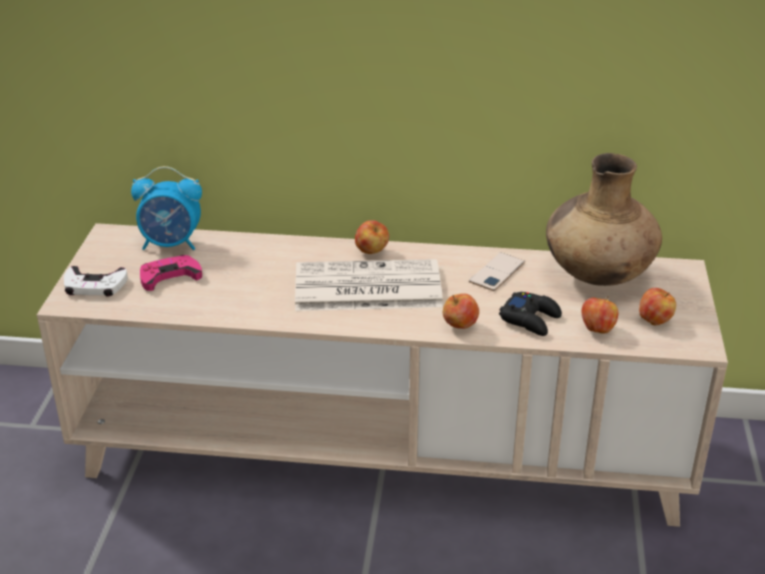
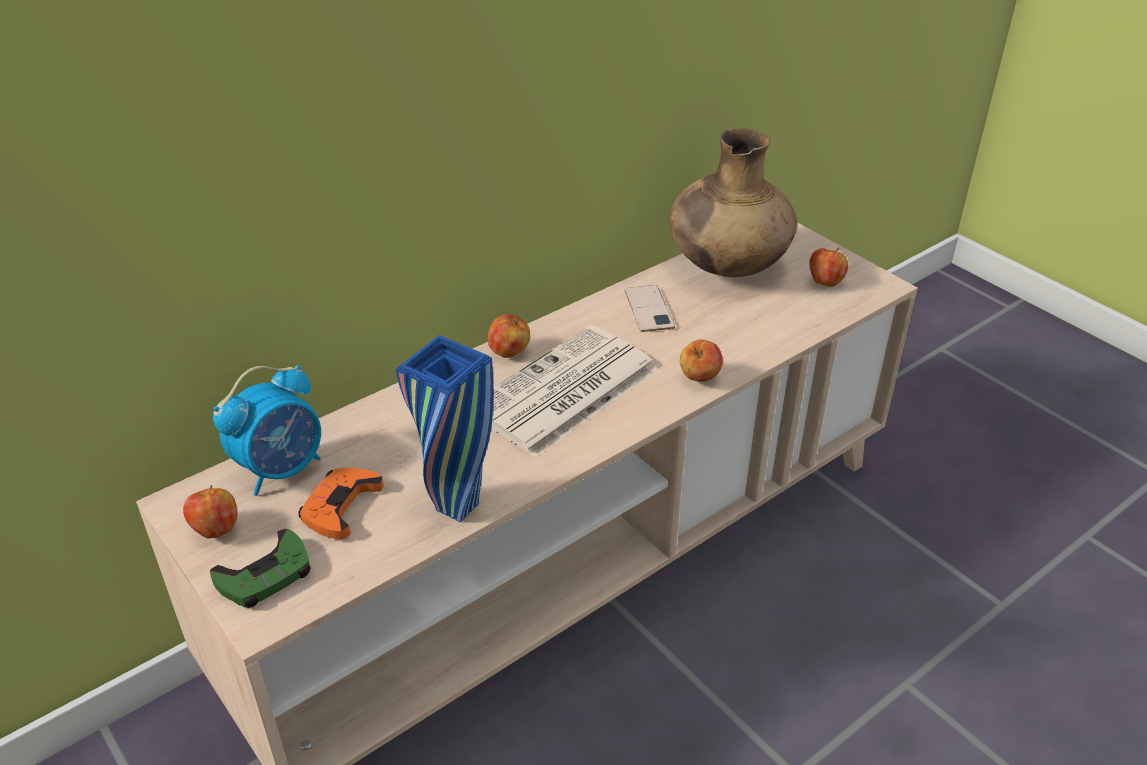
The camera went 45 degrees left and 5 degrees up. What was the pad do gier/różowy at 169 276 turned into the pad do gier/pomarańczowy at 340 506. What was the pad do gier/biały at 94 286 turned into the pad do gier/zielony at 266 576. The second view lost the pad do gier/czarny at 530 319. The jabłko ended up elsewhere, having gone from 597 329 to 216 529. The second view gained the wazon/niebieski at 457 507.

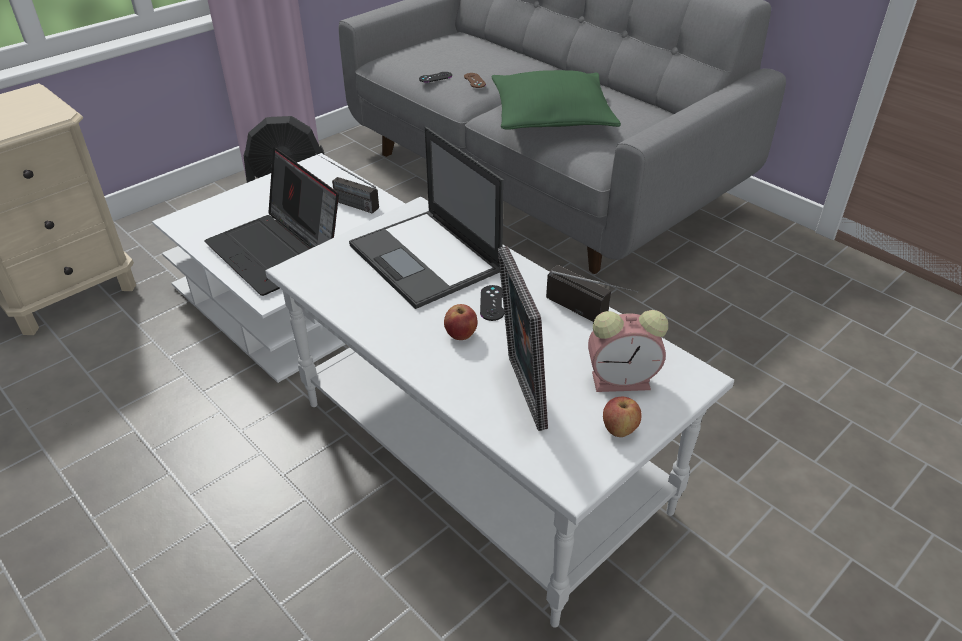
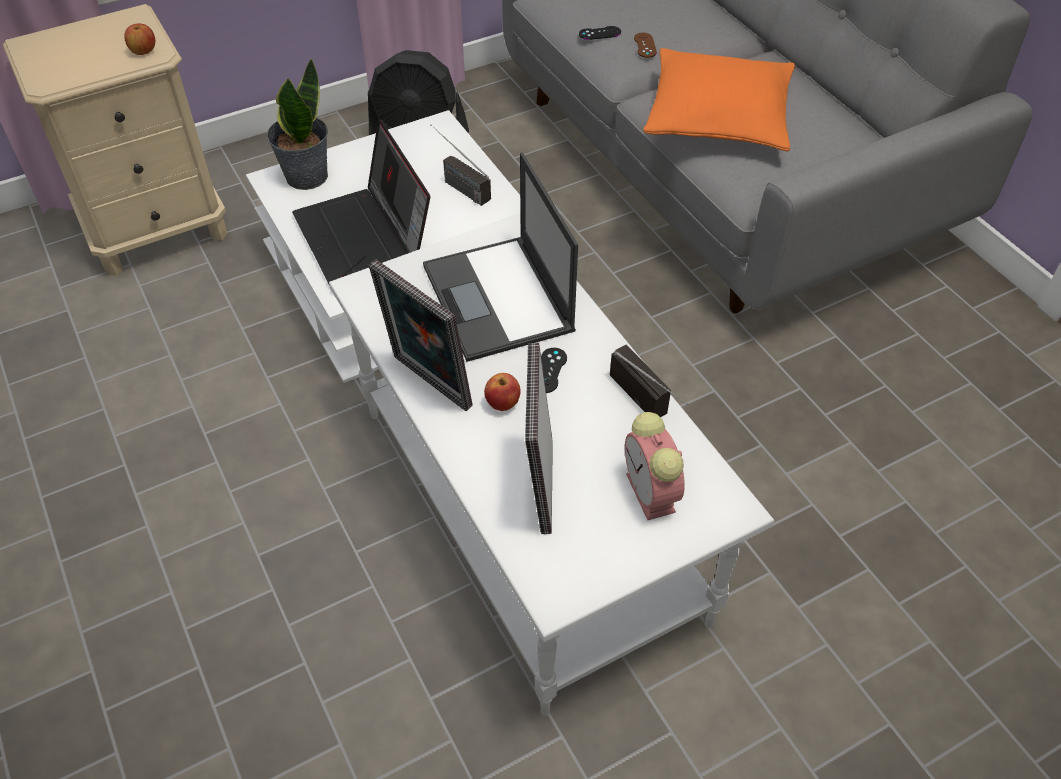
The camera went 15 degrees right and 10 degrees up. What was the poduszka/zielony at 551 116 turned into the poduszka/pomarańczowy at 718 116. The budzik at 623 380 ended up facing another way, 60 degrees clockwise from before. The jabłko ended up elsewhere, having gone from 619 429 to 144 51. The second view gained the roślina doniczkowa at 306 176. The second view gained the ramka na zdjęcie at 427 385.

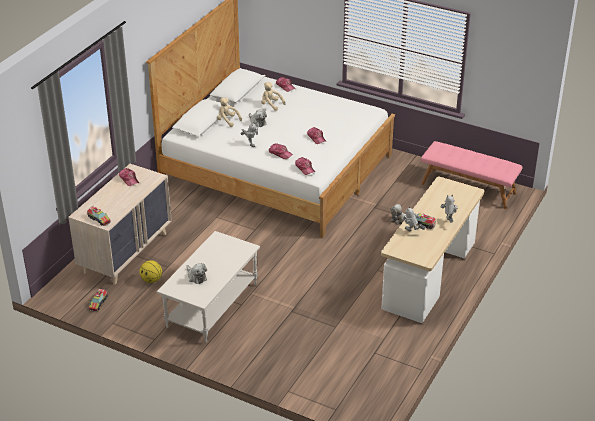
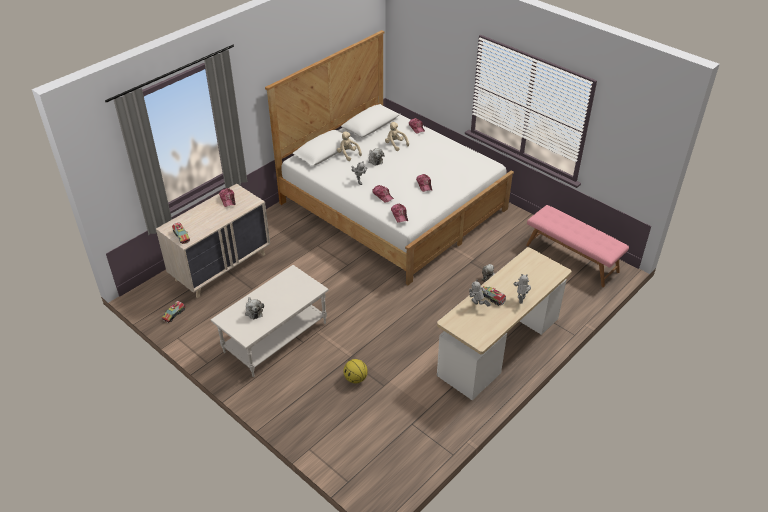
The camera went 15 degrees right and 5 degrees up. The piłka do koszykówki ended up elsewhere, having gone from 151 280 to 355 379.

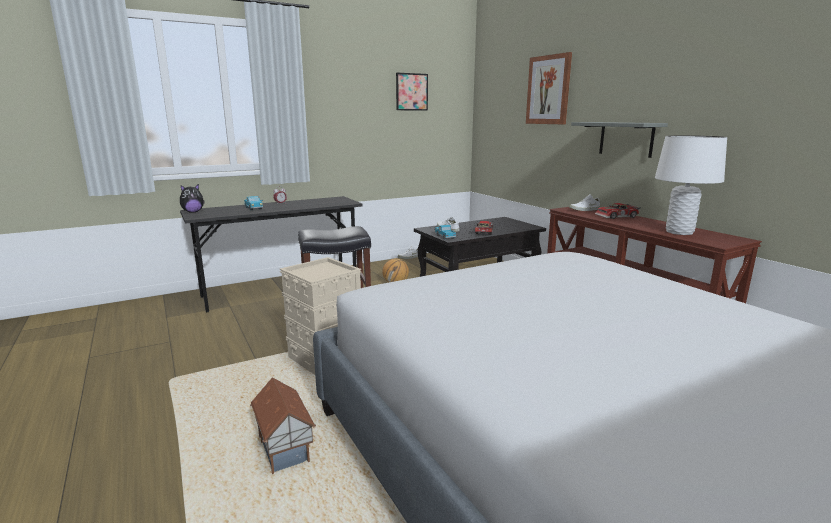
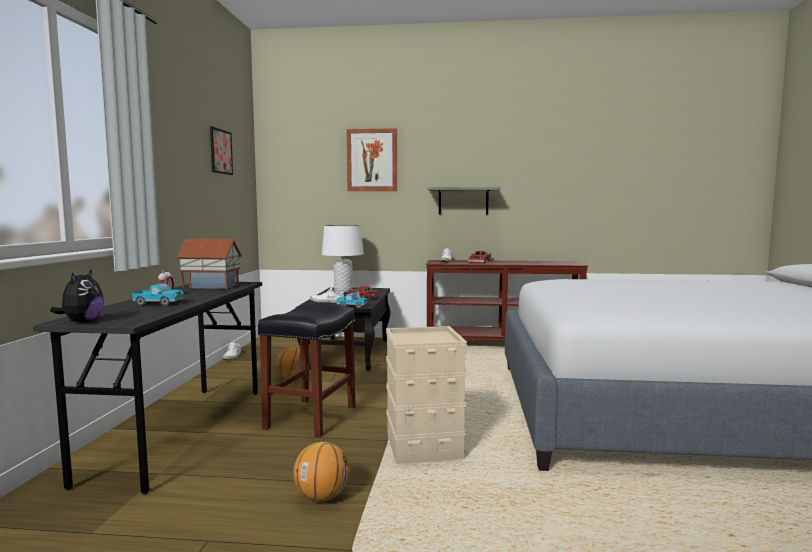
The camera went 55 degrees left and 10 degrees down. The lampa stołowa/biały ended up elsewhere, having gone from 679 232 to 343 291. The domek ended up elsewhere, having gone from 286 448 to 211 286. The second view gained the piłka do koszykówki at 322 497.

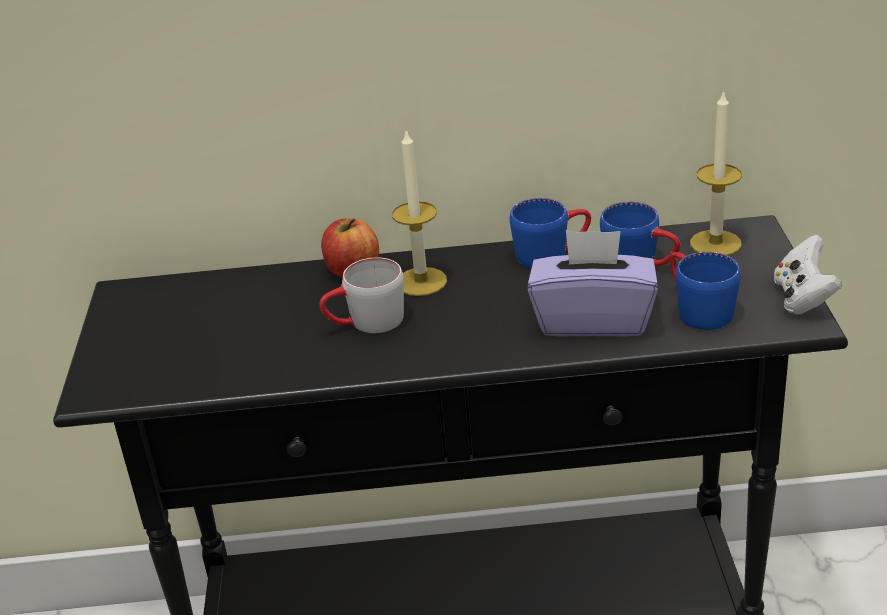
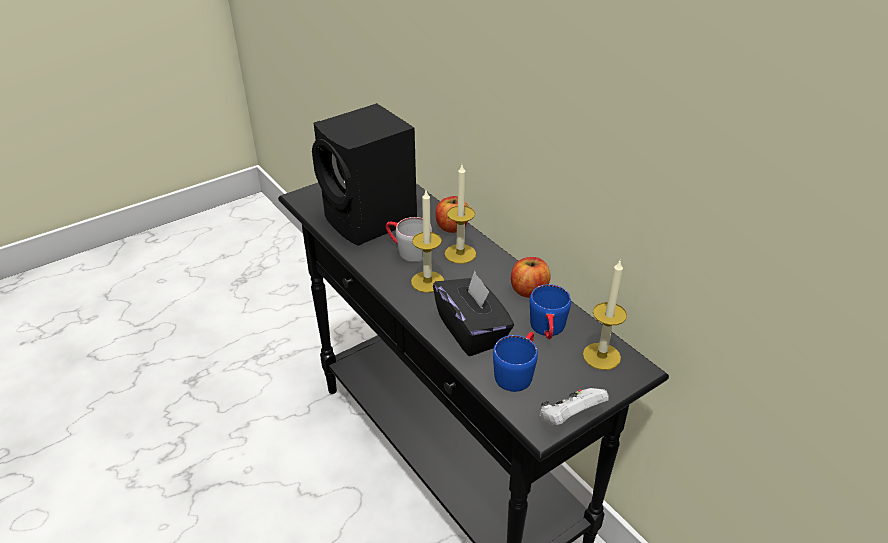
The camera went 55 degrees right and 5 degrees up. Where the kubek/niebieski stood at 552 253, the jabłko came to stand at 528 290. What was the pudełko chusteczek/fioletowy at 593 319 turned into the pudełko chusteczek/czarny at 472 331. The second view gained the głośnik/czarny at 371 221. The second view gained the świeca at 427 282.

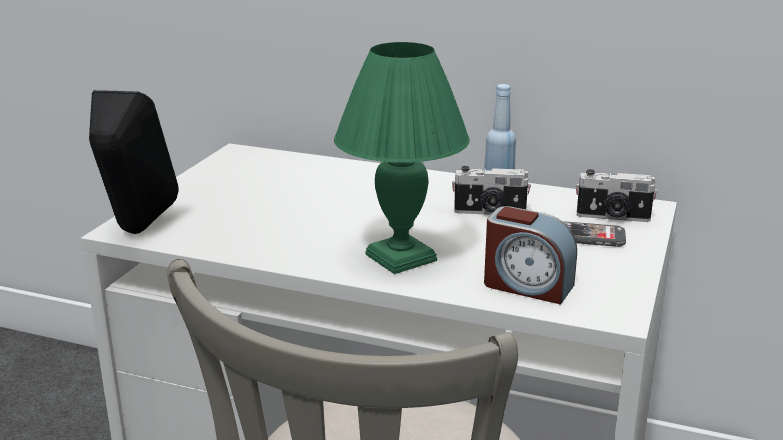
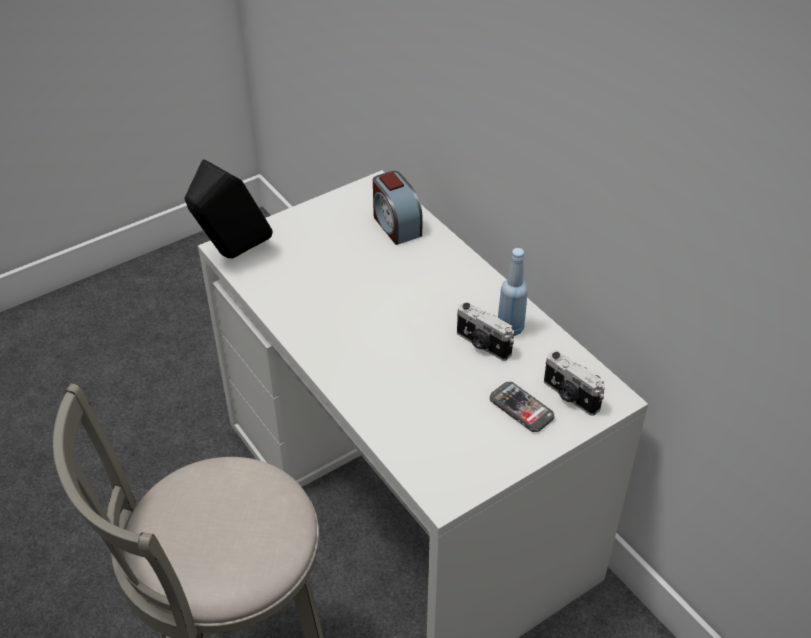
The camera went 35 degrees right and 20 degrees up. The second view lost the lampa stołowa/zielony at 399 257. The budzik ended up elsewhere, having gone from 527 285 to 396 225.

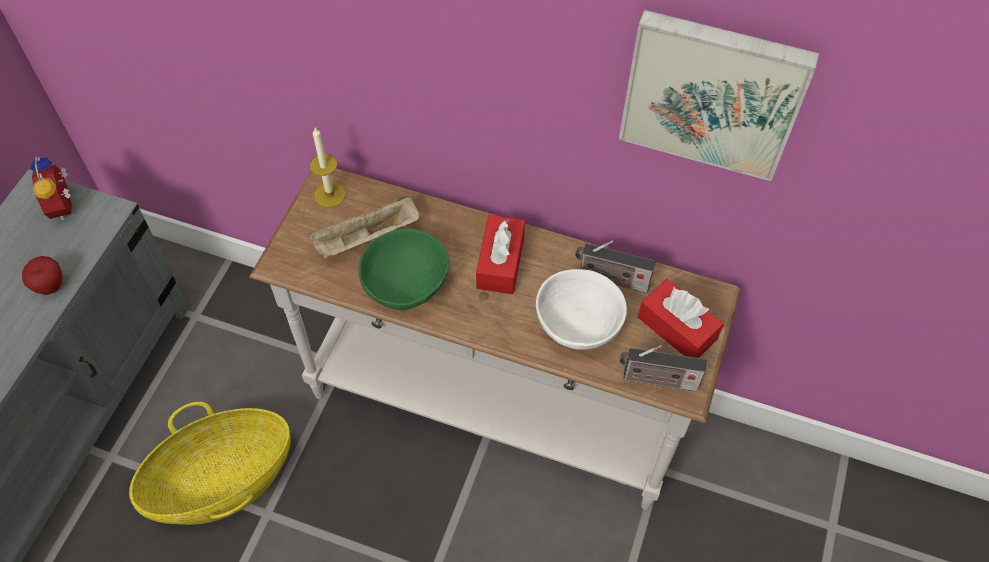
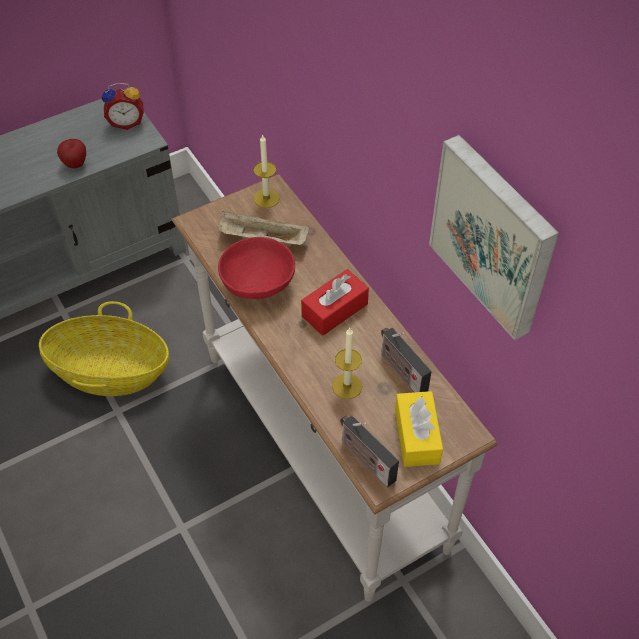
The camera went 40 degrees right and 5 degrees down. The budzik at 65 206 ended up facing another way, 120 degrees counterclockwise from before. What was the miska/zielony at 407 285 turned into the miska/czerwony at 259 284. Where the miska/biały stood at 579 326, the świeca came to stand at 347 386. What was the pudełko chusteczek/czerwony at 677 328 turned into the pudełko chusteczek/żółty at 417 436.

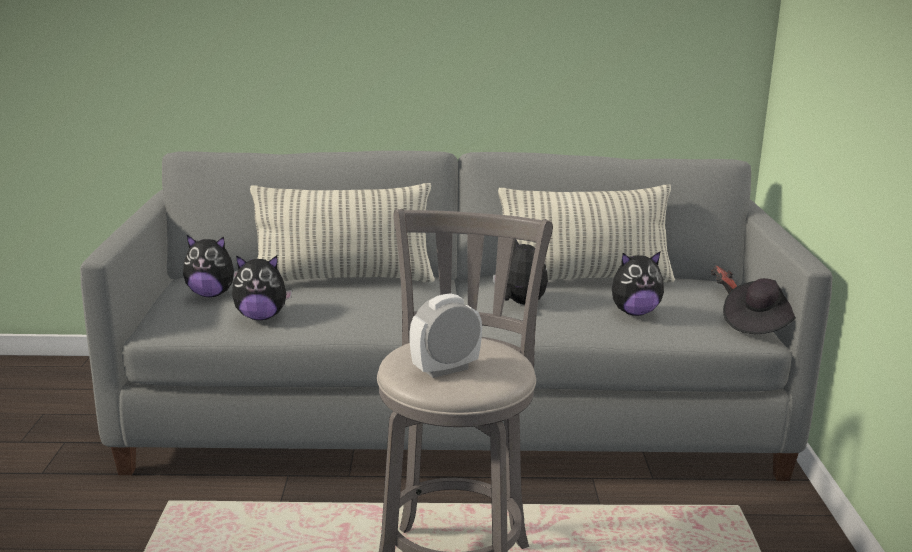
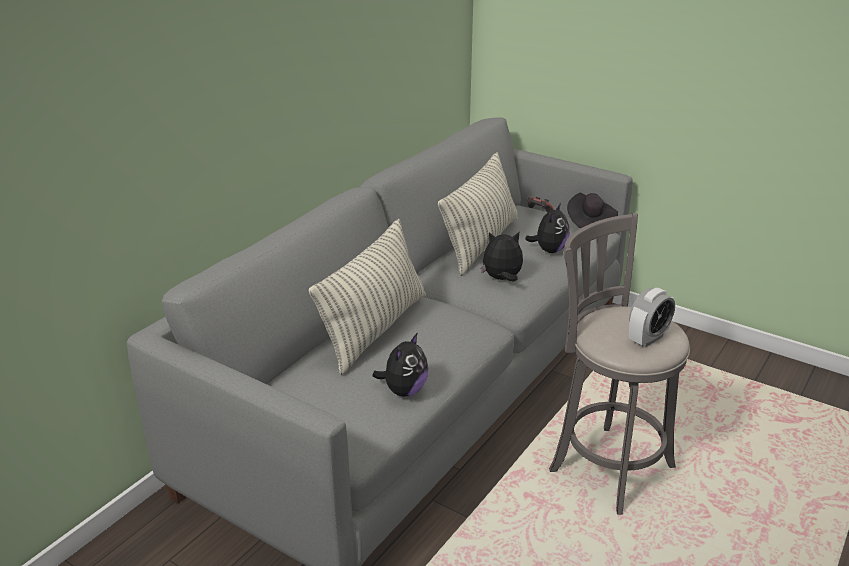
The camera went 55 degrees left and 10 degrees up. The second view lost the pluszak at 211 294. The budzik at 445 369 ended up facing another way, 135 degrees counterclockwise from before.

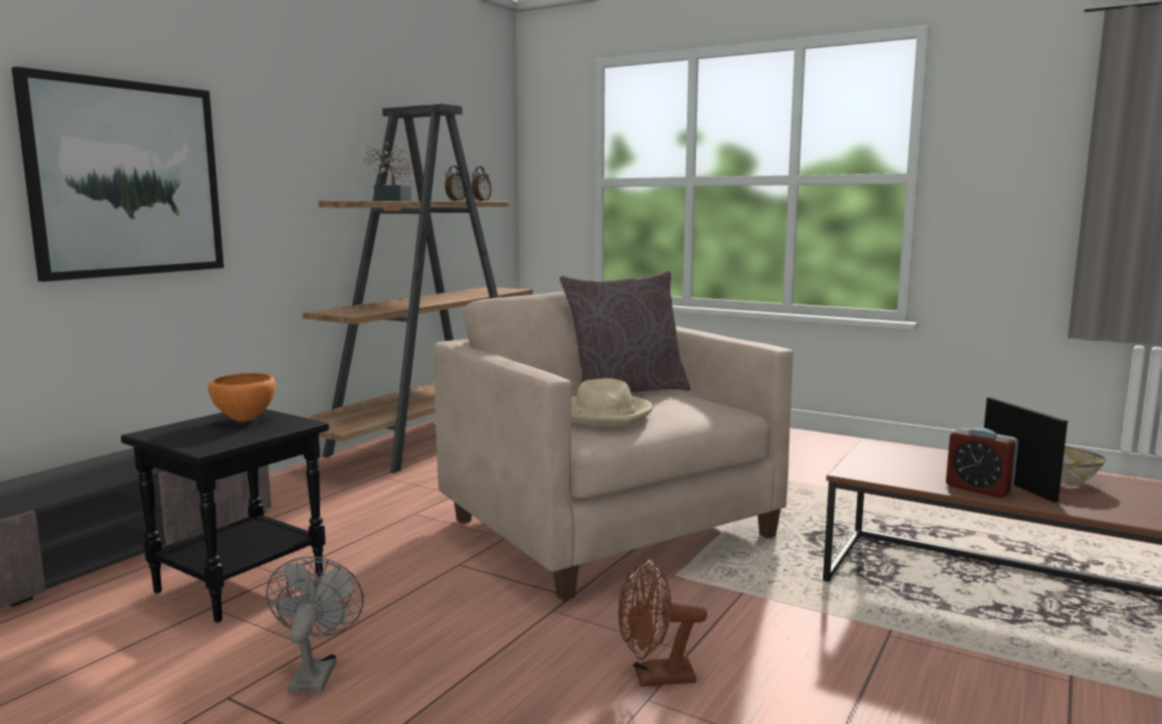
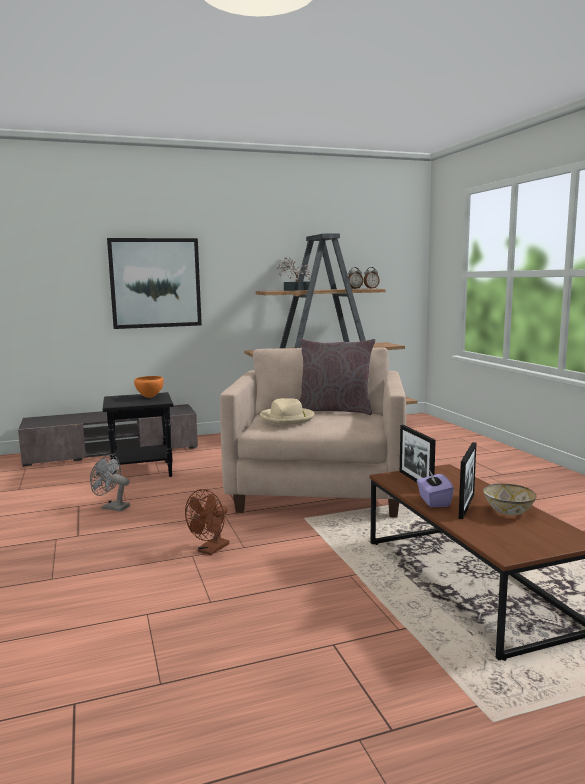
The camera went 40 degrees right and 0 degrees up. Where the budzik stood at 978 489, the pudełko chusteczek/fioletowy came to stand at 433 501. The wentylator/szary at 315 672 ended up facing another way, 105 degrees counterclockwise from before. The wentylator/brązowy at 654 678 ended up facing another way, 90 degrees counterclockwise from before. The second view gained the ramka na zdjęcie at 415 480.

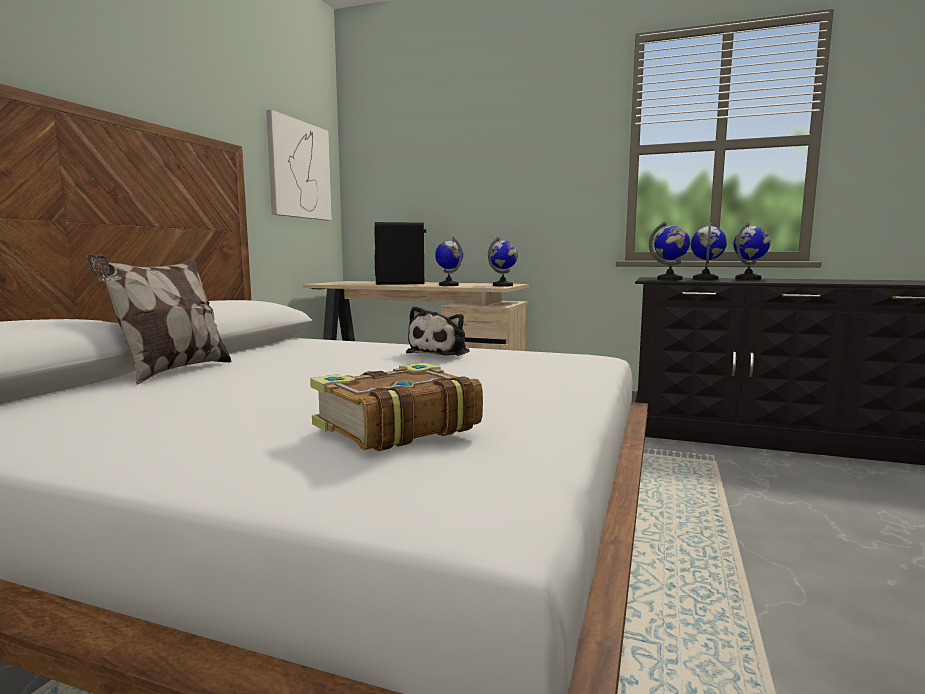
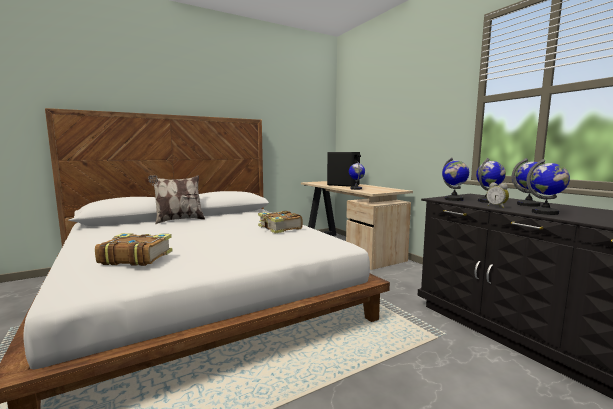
The camera went 40 degrees right and 0 degrees up. The second view lost the obraz at 299 170. The globus ended up elsewhere, having gone from 503 285 to 545 212. Where the pluszak stood at 441 352, the książka came to stand at 279 228. The second view gained the budzik at 497 206.

